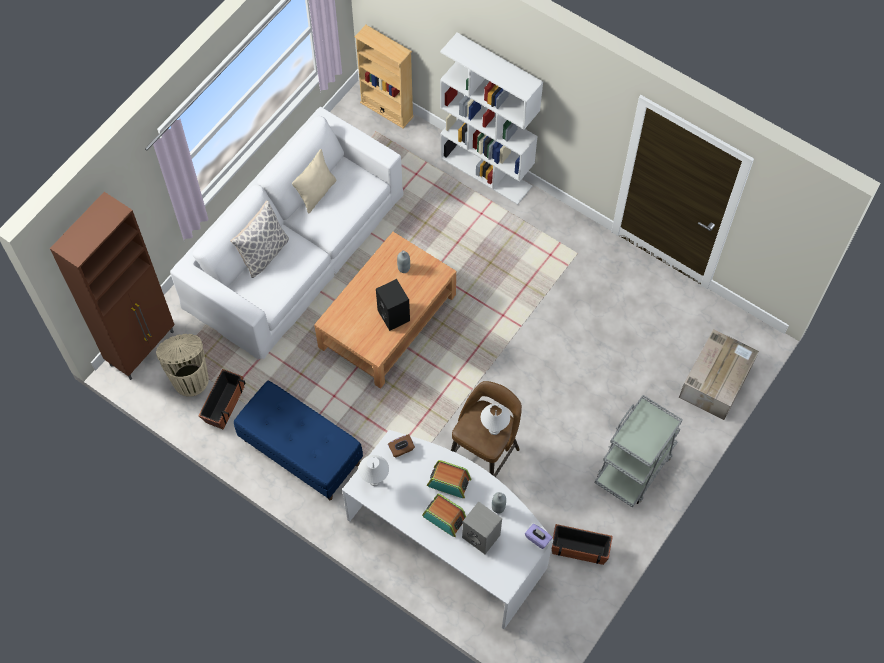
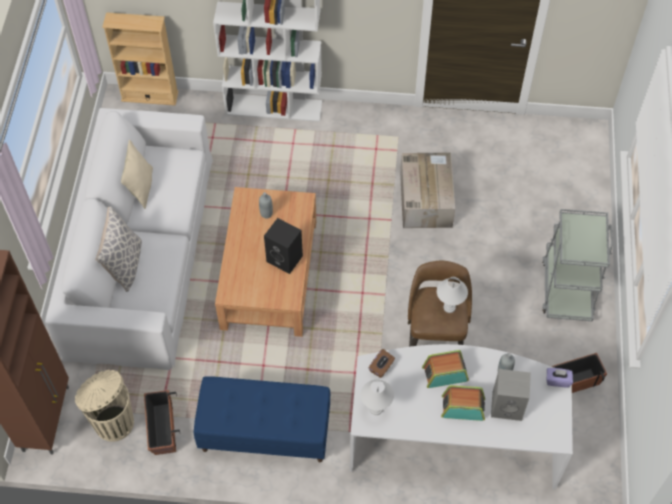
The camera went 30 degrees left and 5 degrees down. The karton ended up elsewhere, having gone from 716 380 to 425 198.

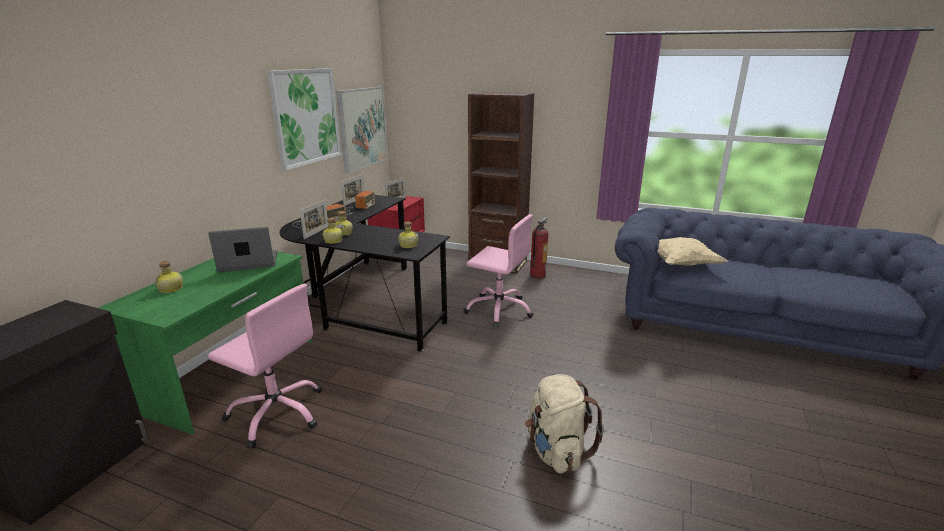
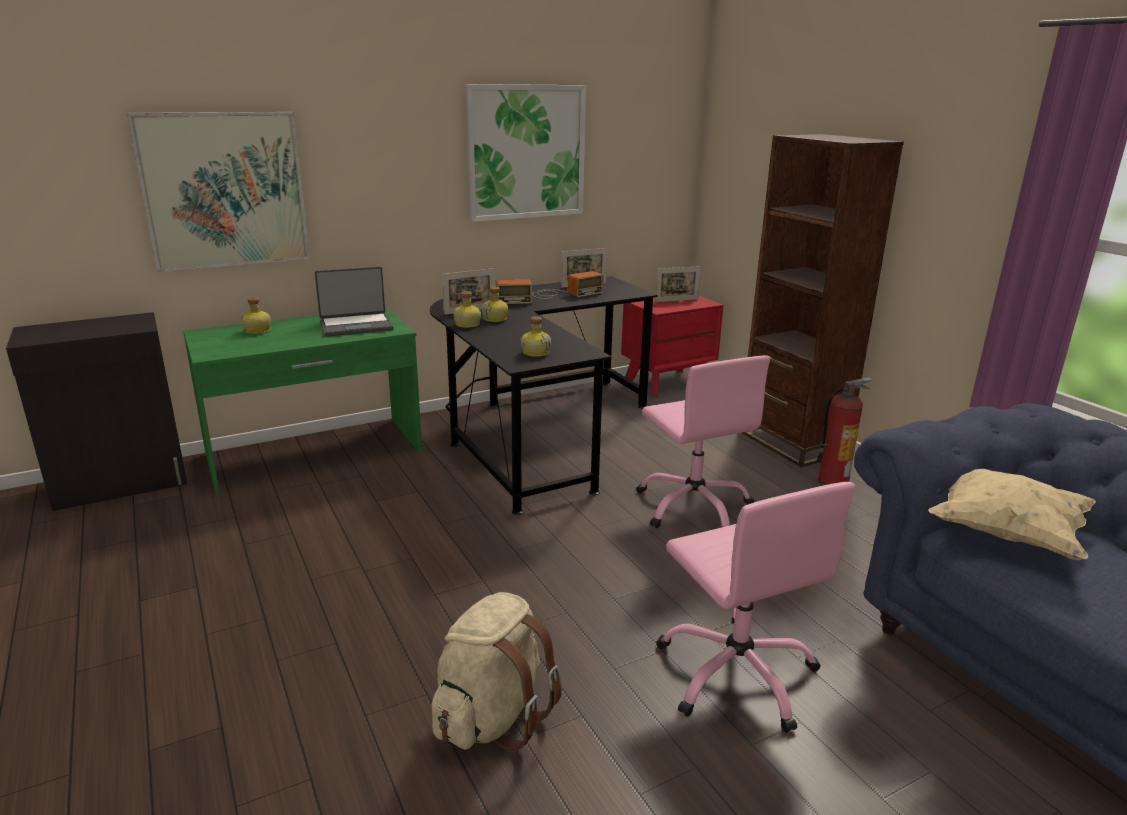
The camera went 40 degrees right and 0 degrees up. The obraz ended up elsewhere, having gone from 362 128 to 224 190. The laptop at 248 263 ended up facing another way, 135 degrees clockwise from before. The krzesło biurowe/różowy ended up elsewhere, having gone from 277 412 to 737 673.

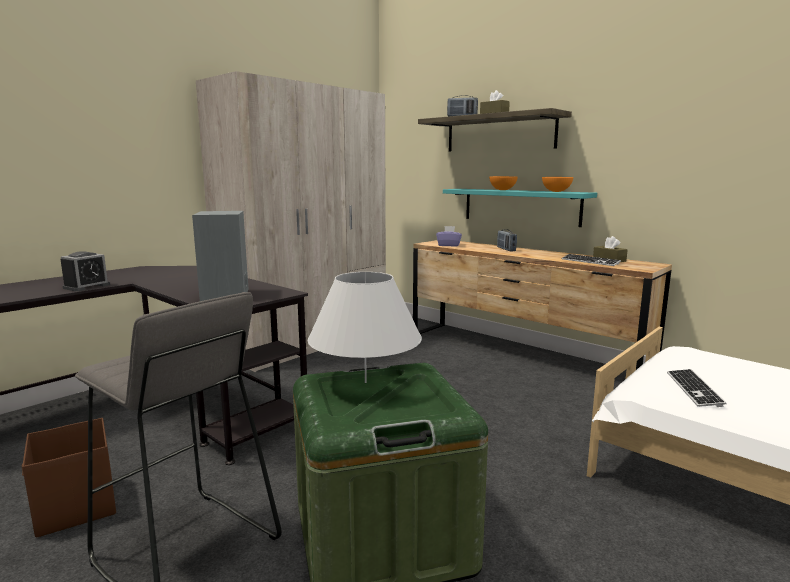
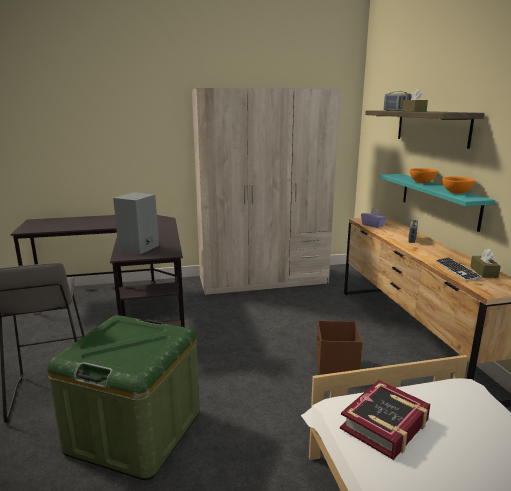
The camera went 35 degrees right and 5 degrees up. The second view lost the budzik at 87 286. The second view lost the lampa stołowa/biały at 365 382. Where the klawiatura stood at 693 389, the książka came to stand at 385 425. The pojemnik do przechowywania/brązowy ended up elsewhere, having gone from 75 507 to 336 368.

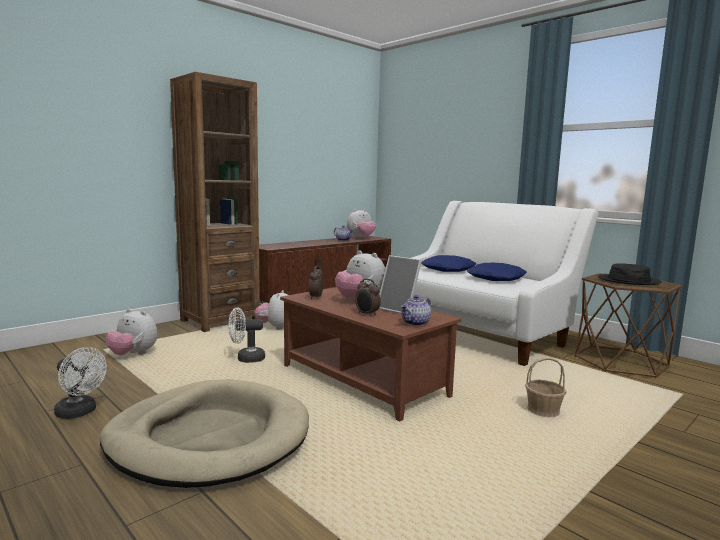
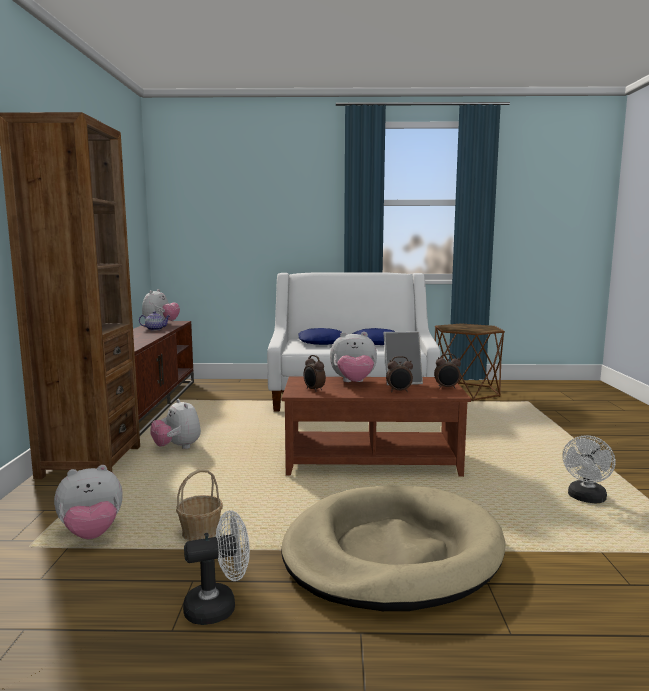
The camera went 45 degrees left and 0 degrees up. The second view lost the kapelusz/czarny at 628 281. Where the imbryk stood at 416 323, the budzik came to stand at 447 388. The wentylator/biały ended up elsewhere, having gone from 246 359 to 586 499. The koszyk ended up elsewhere, having gone from 543 410 to 201 532.

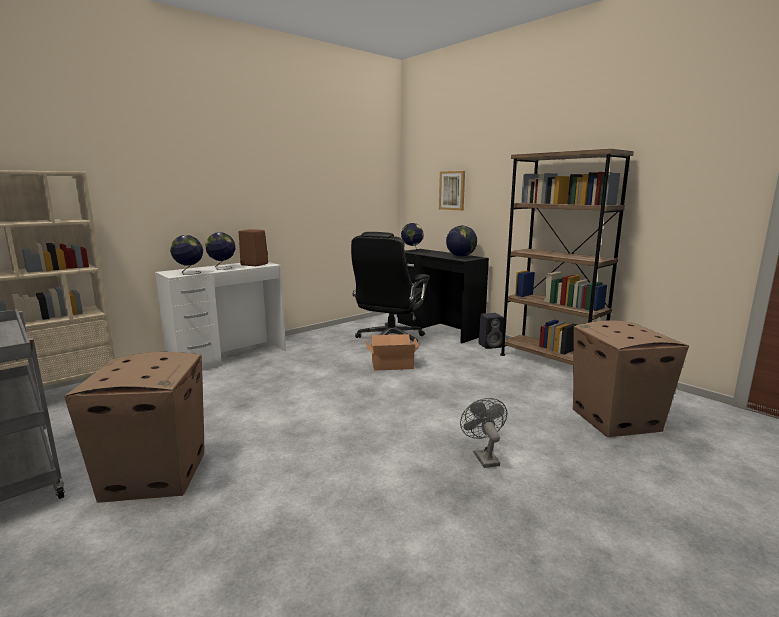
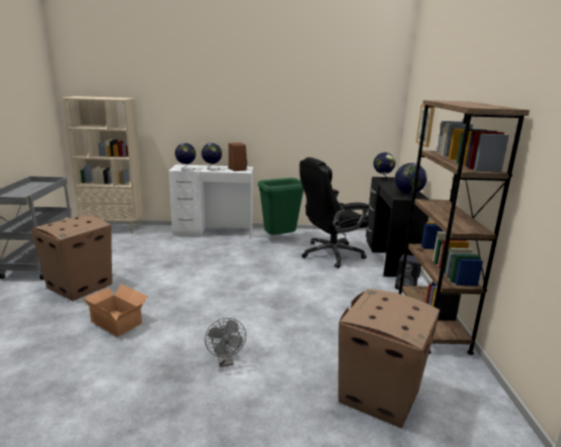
The camera went 40 degrees right and 5 degrees up. The karton ended up elsewhere, having gone from 391 364 to 117 321. The wentylator/szary at 483 456 ended up facing another way, 135 degrees clockwise from before. The second view gained the kosz na śmieci/zielony at 280 239.

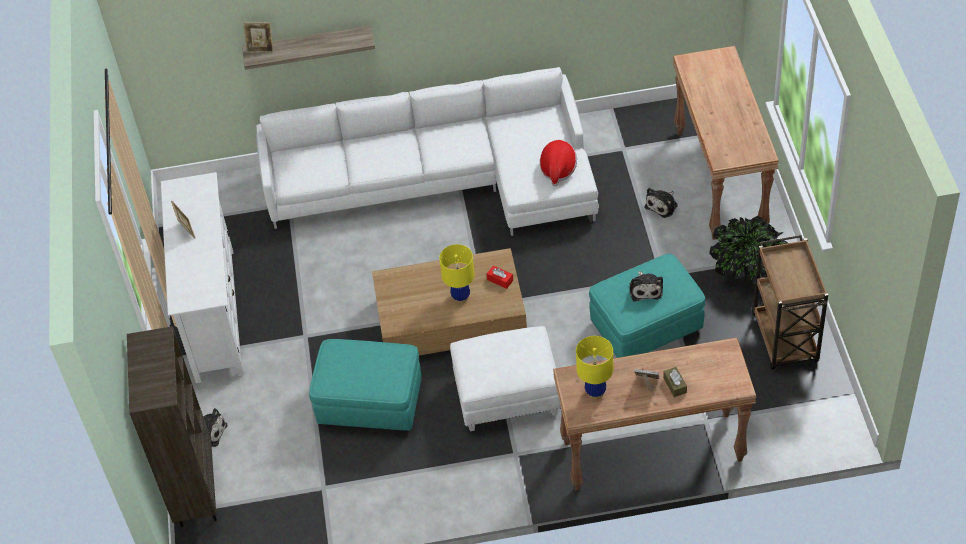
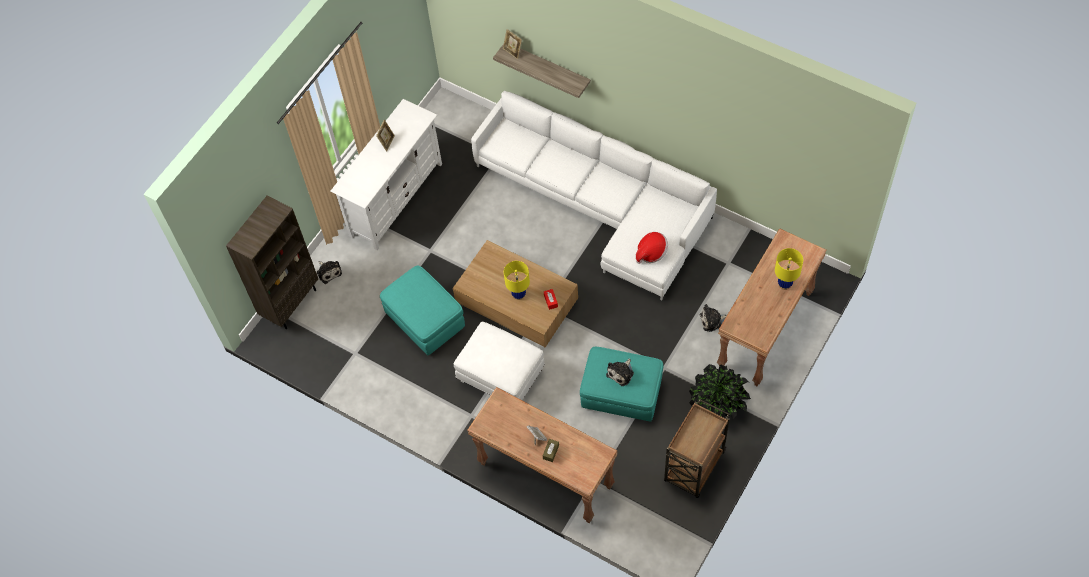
The camera went 40 degrees right and 10 degrees up. The lampa stołowa/żółty ended up elsewhere, having gone from 595 392 to 784 284.

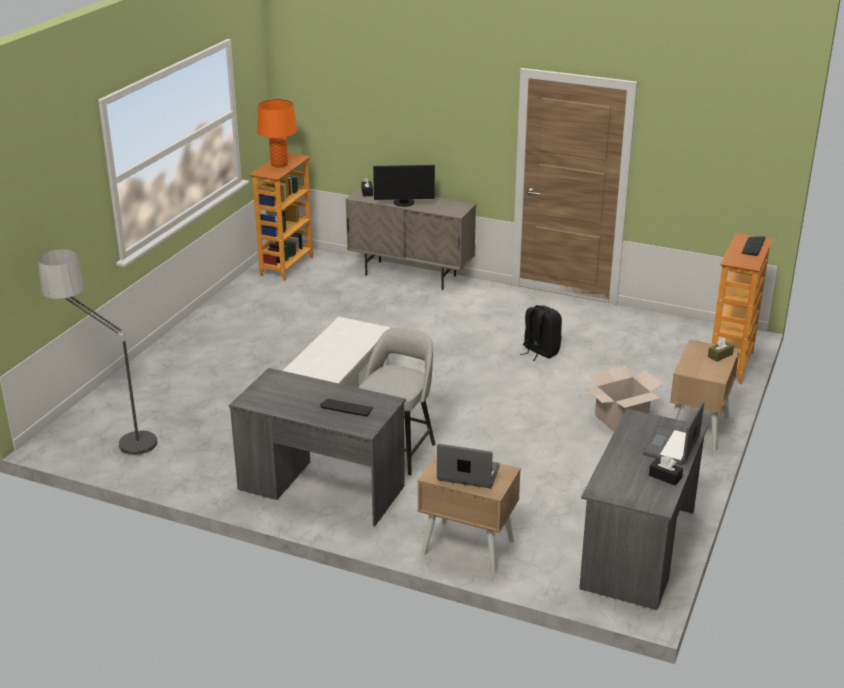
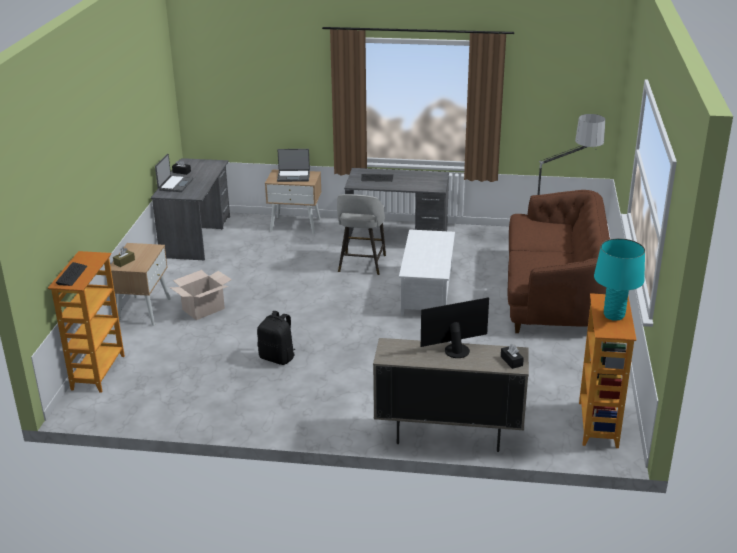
The camera went 165 degrees right and 0 degrees up. What was the lampa stołowa/pomarańczowy at 279 164 turned into the lampa stołowa/turkusowy at 614 315. The second view gained the kanapa/brązowy at 552 293.

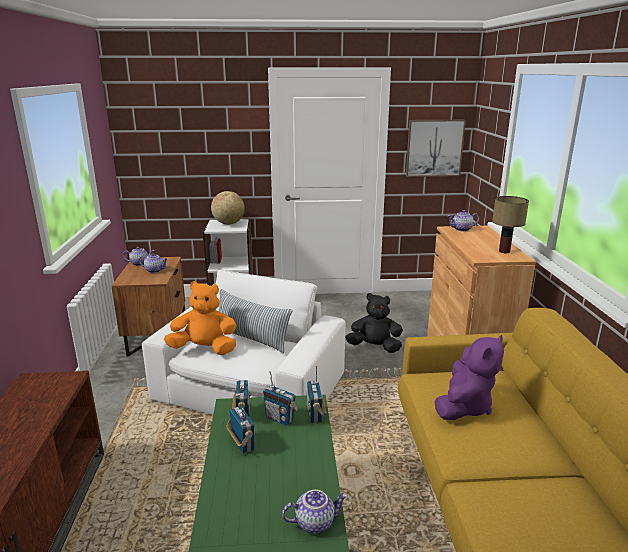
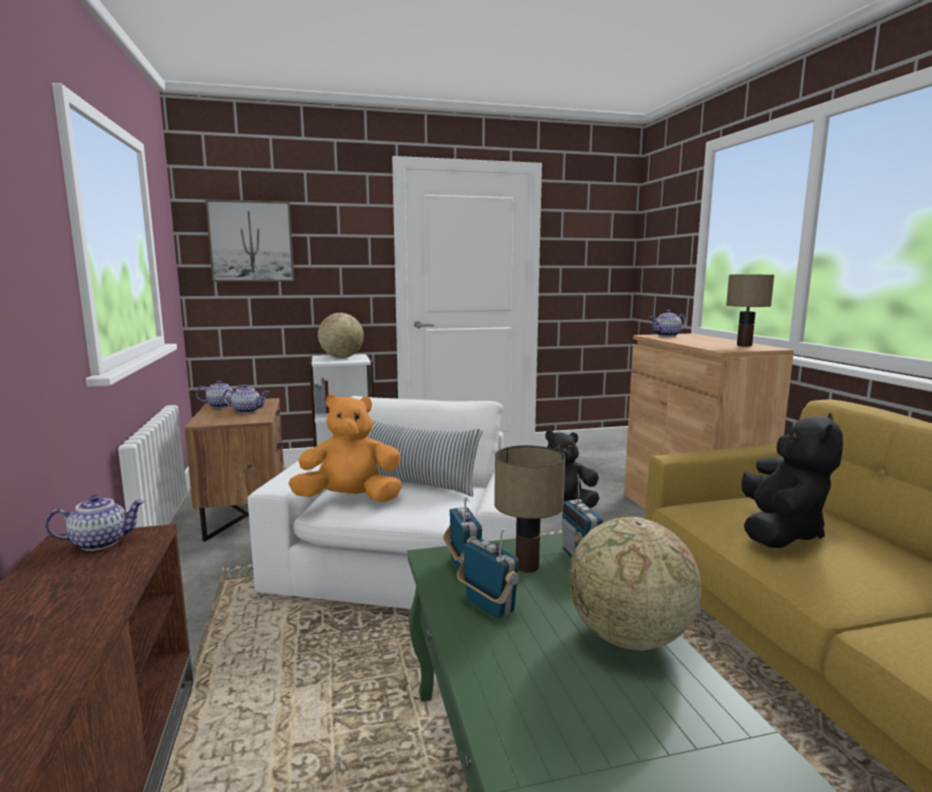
The camera went 10 degrees left and 10 degrees down. The obraz ended up elsewhere, having gone from 434 148 to 251 241. What was the pluszak/fioletowy at 464 406 turned into the pluszak/czarny at 780 532. Where the radio stood at 280 419, the lampa stołowa came to stand at 528 566. The imbryk ended up elsewhere, having gone from 315 522 to 101 542. The second view gained the globus at 628 638.

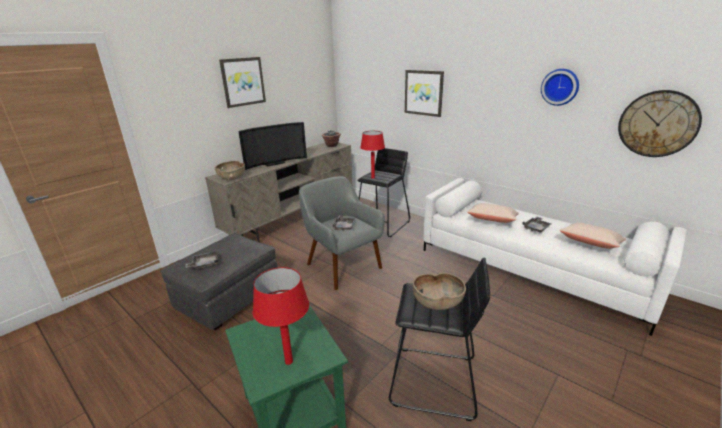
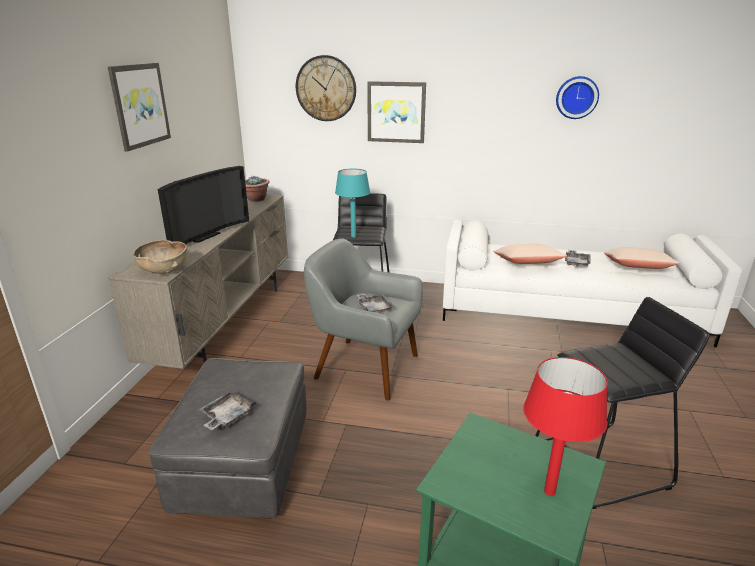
The camera went 30 degrees left and 0 degrees up. The zegar ścienny ended up elsewhere, having gone from 657 124 to 326 88. What was the lampa stołowa/czerwony at 373 178 turned into the lampa stołowa/turkusowy at 353 236. The second view lost the miska/brązowy at 437 303.

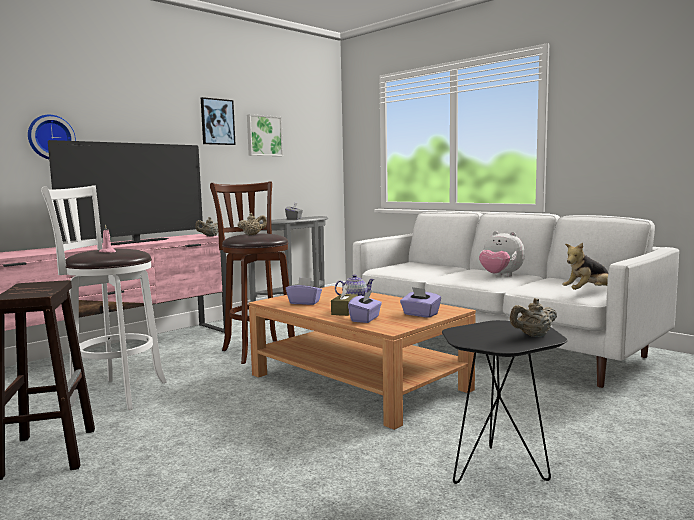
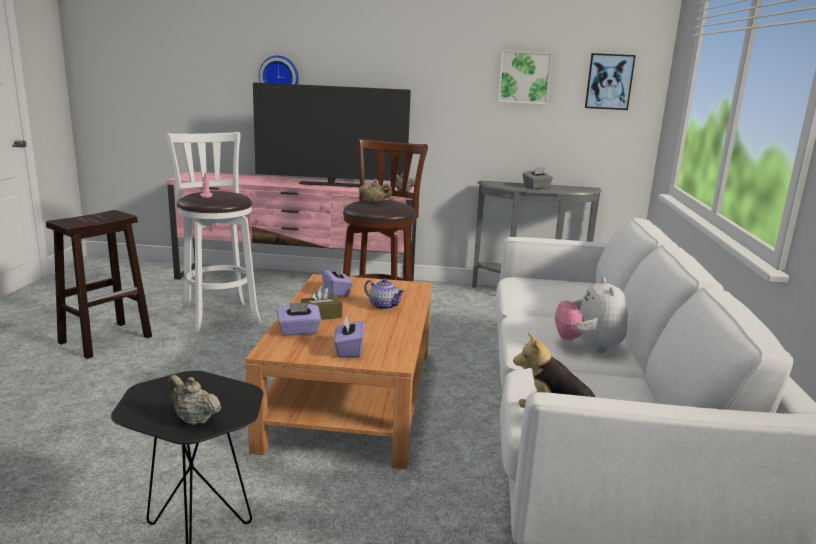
The camera went 50 degrees right and 10 degrees up. The obraz ended up elsewhere, having gone from 217 122 to 609 81.

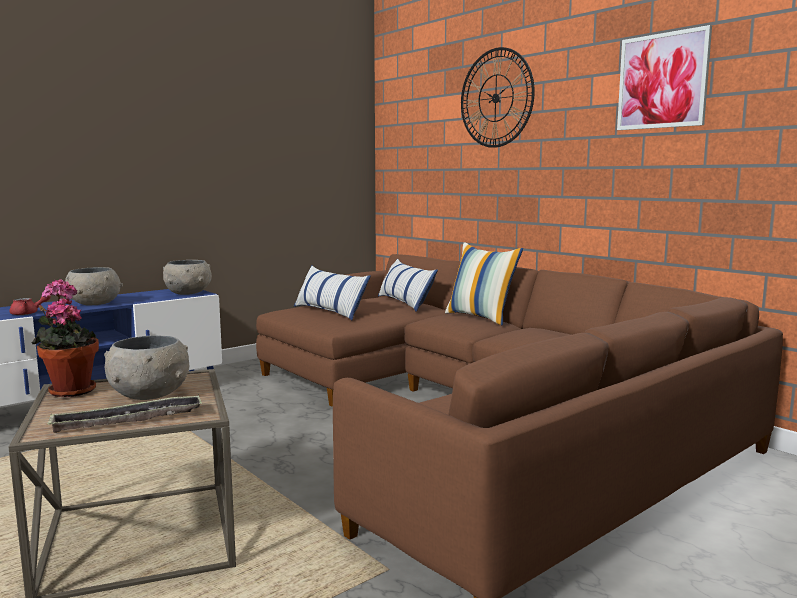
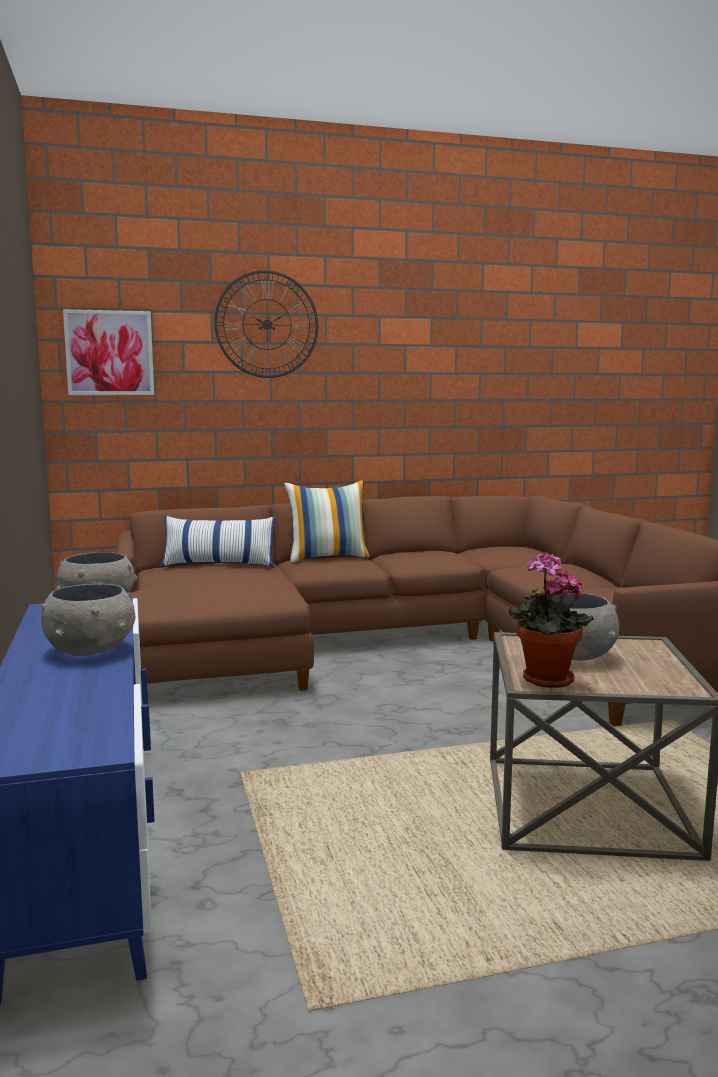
The camera went 65 degrees left and 0 degrees up. The obraz ended up elsewhere, having gone from 662 81 to 109 353. The second view lost the poduszka at 330 311. The second view lost the imbryk/czerwony at 28 313. The second view lost the taca at 128 420.

